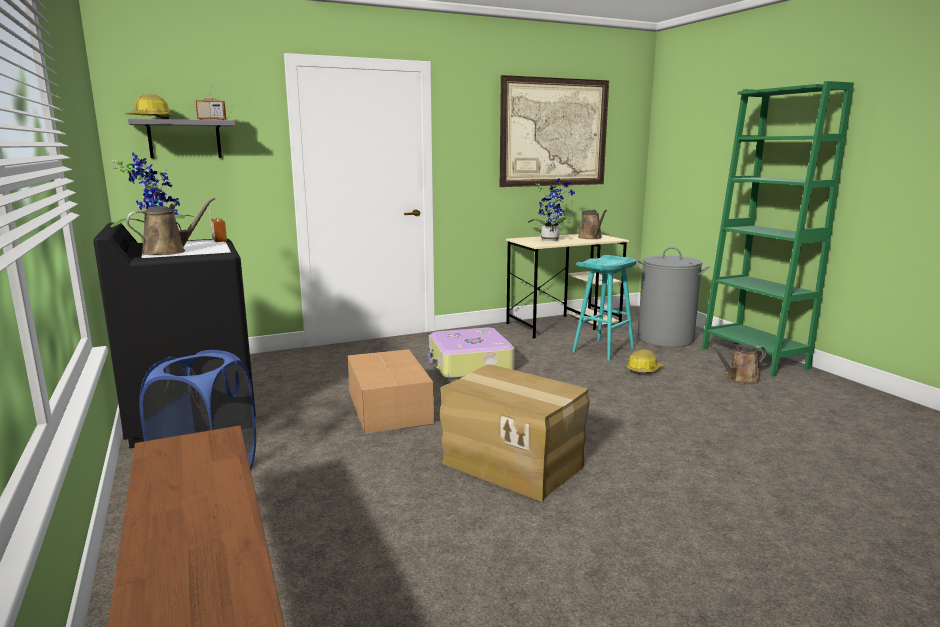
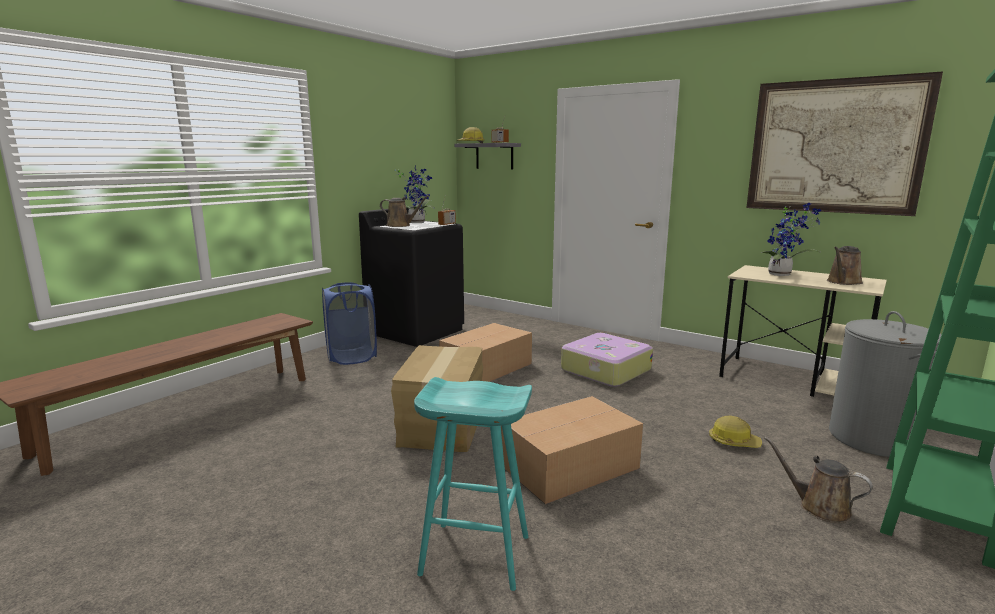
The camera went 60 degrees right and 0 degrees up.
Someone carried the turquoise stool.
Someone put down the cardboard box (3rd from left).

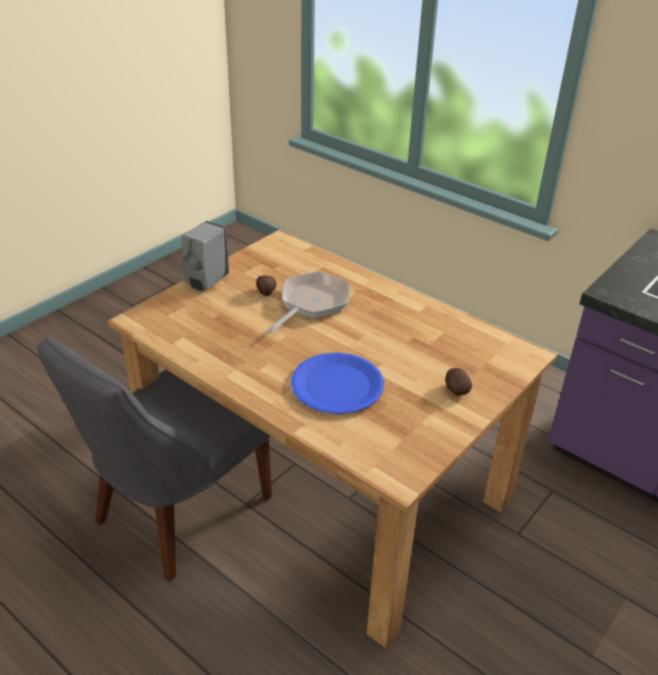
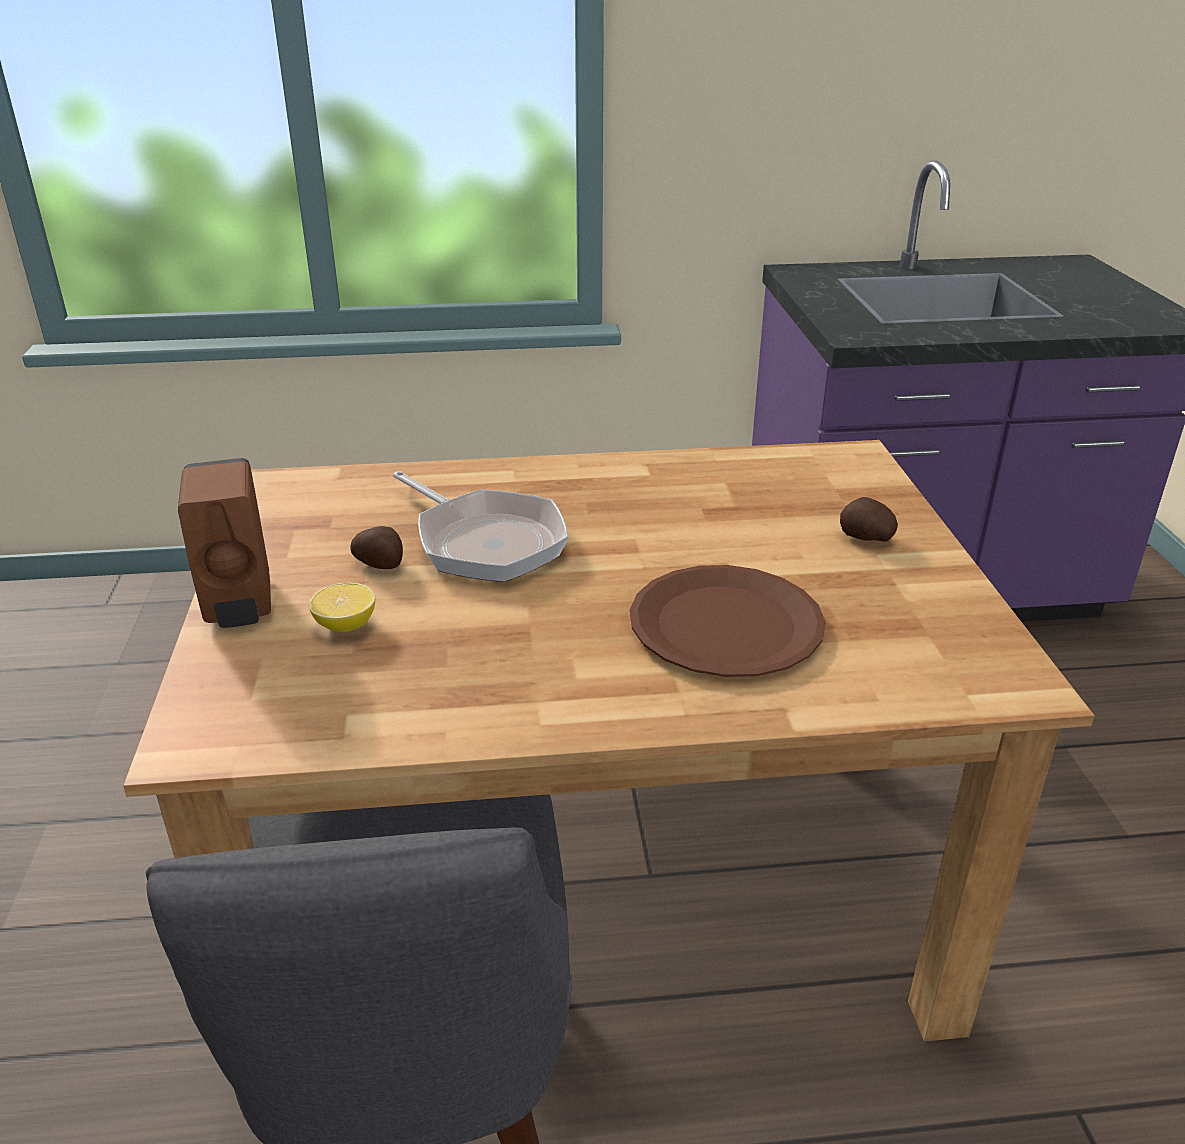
The camera went 45 degrees left and 5 degrees down.
Someone repainted the grey soap dispenser, which became the brown soap dispenser.
Someone rotated the frying pan by 150 degrees clockwise.
Someone repainted the blue plate, which became the brown plate.
Someone put down the lemon.

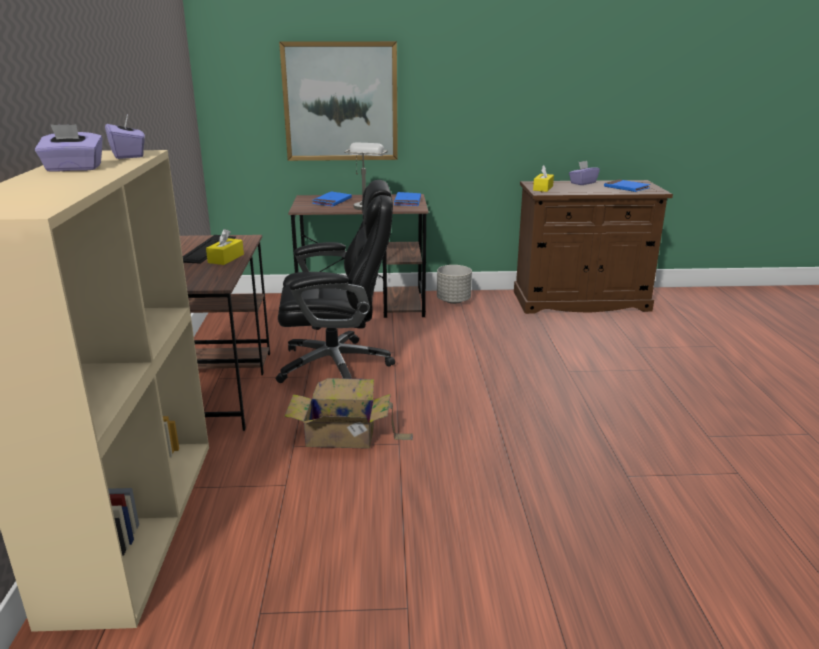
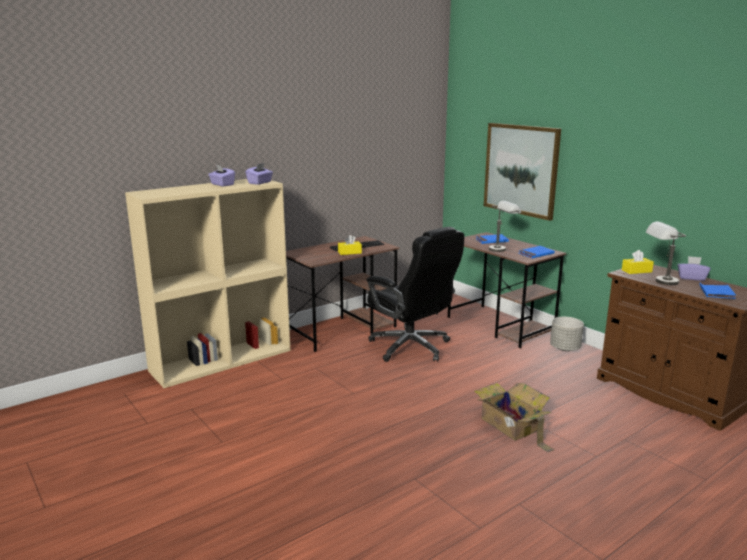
The camera went 55 degrees right and 5 degrees down.
Someone carried the cardboard box.
Someone put down the grey table lamp (2nd from left).

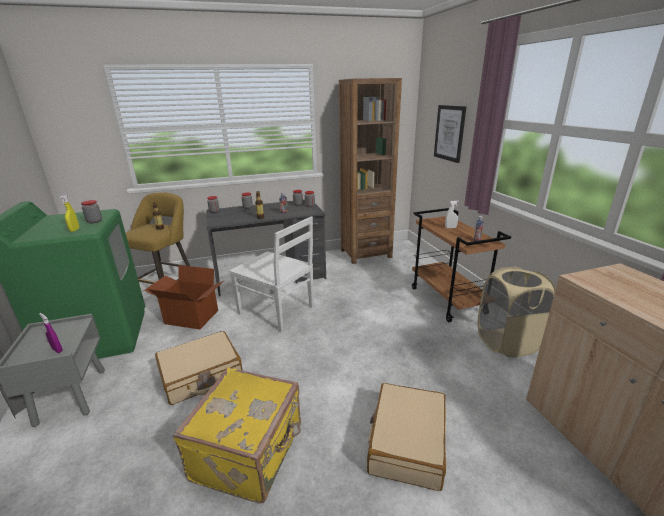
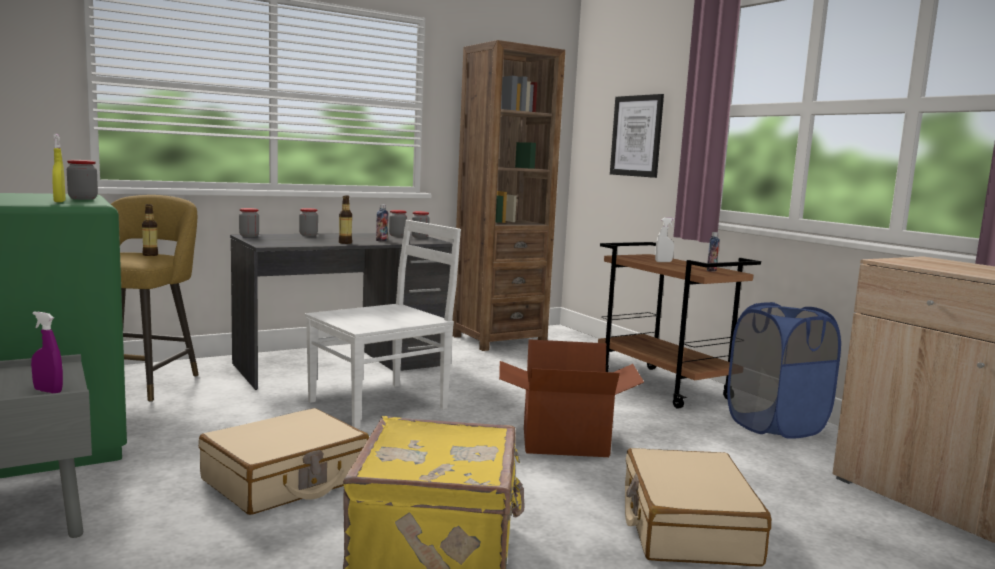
The camera went 15 degrees left and 15 degrees down.
Someone carried the cardboard box.
Someone rotated the white chair by 60 degrees counterclockwise.
Someone repainted the beige laundry basket, which became the blue laundry basket.

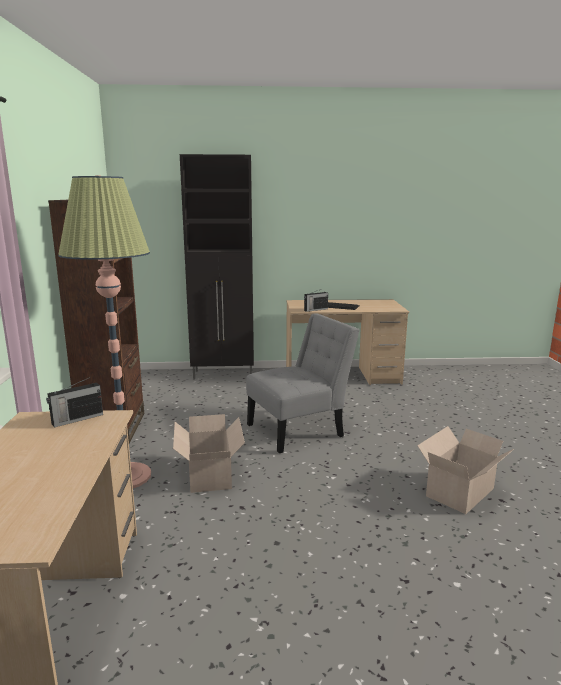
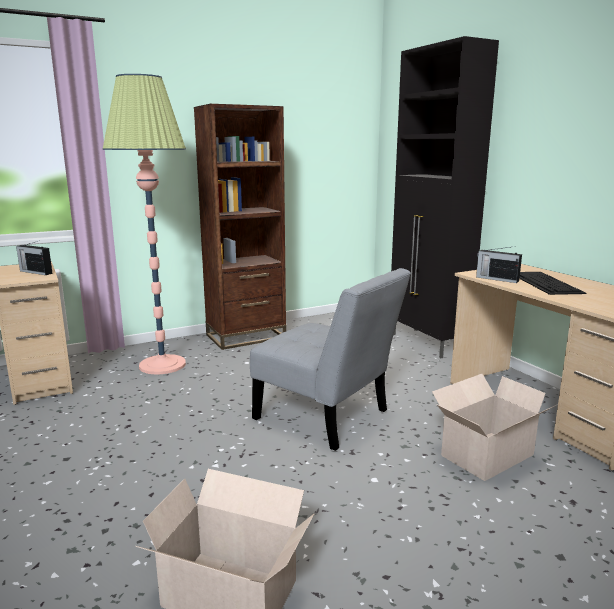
The camera went 65 degrees right and 0 degrees up.
Someone carried the cardboard box (1st from left in the first image).

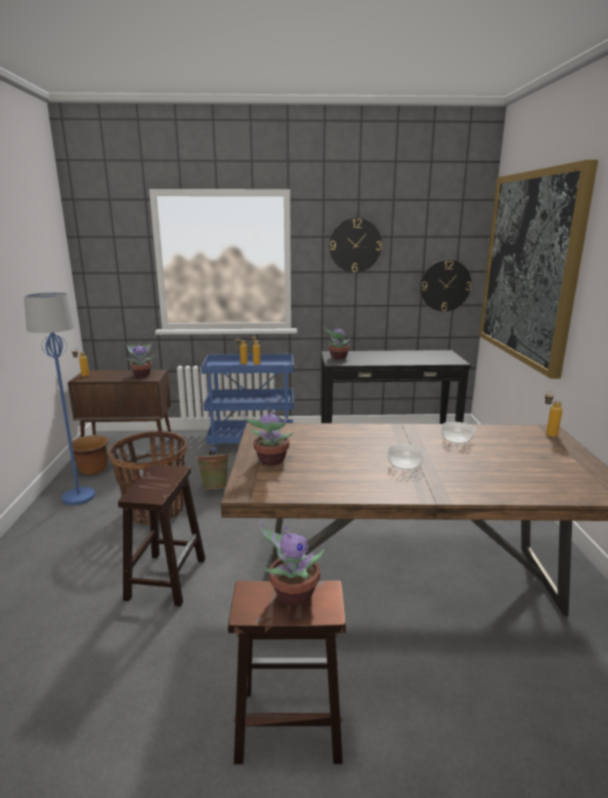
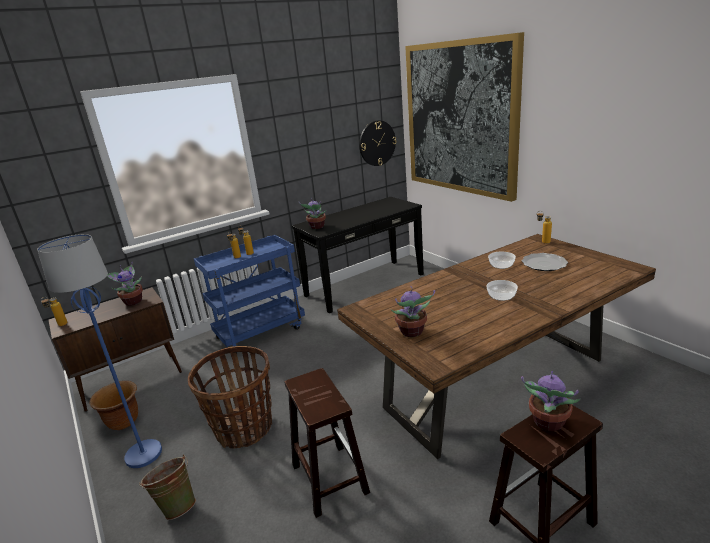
The camera went 30 degrees left and 5 degrees up.
Someone carried the green bucket.
Someone took away the wall clock (1st from left).
Someone put down the plate.

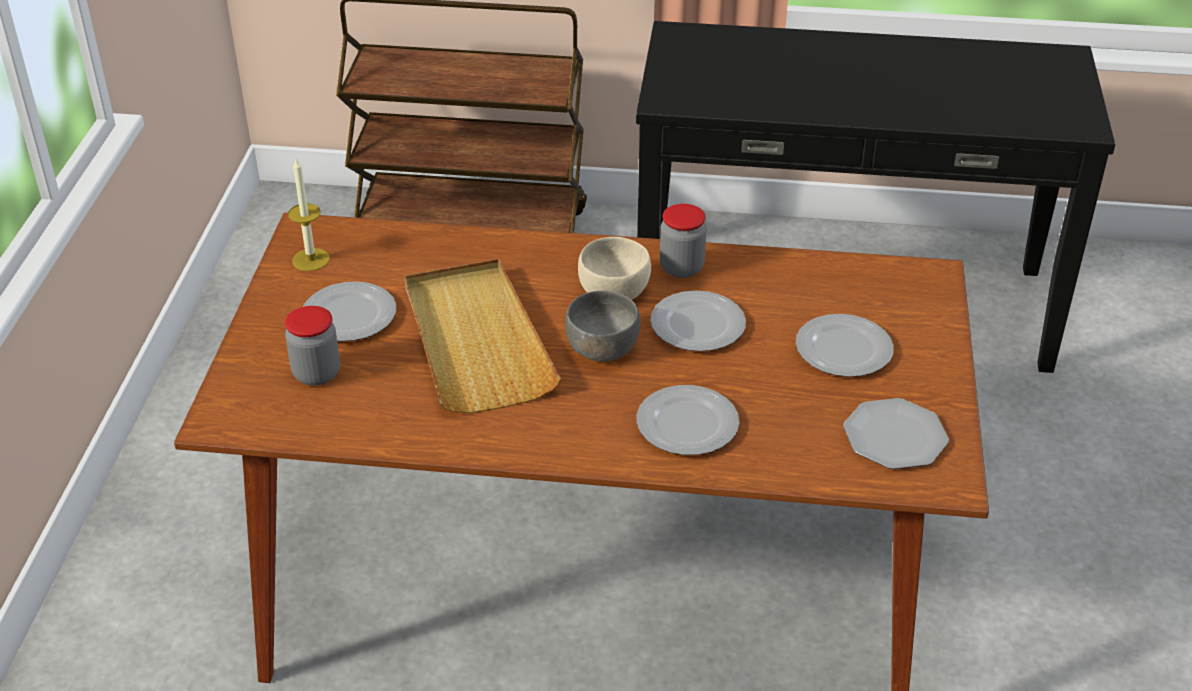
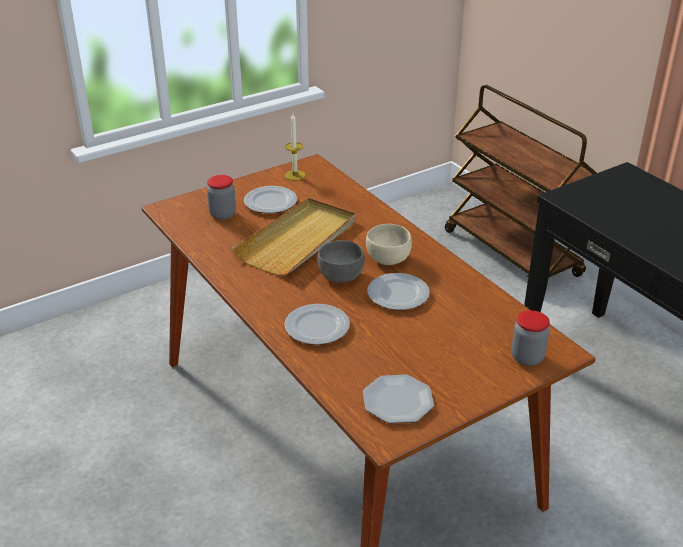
The camera went 50 degrees right and 5 degrees down.
Someone carried the jar (2nd from left).
Someone took away the plate (4th from left).

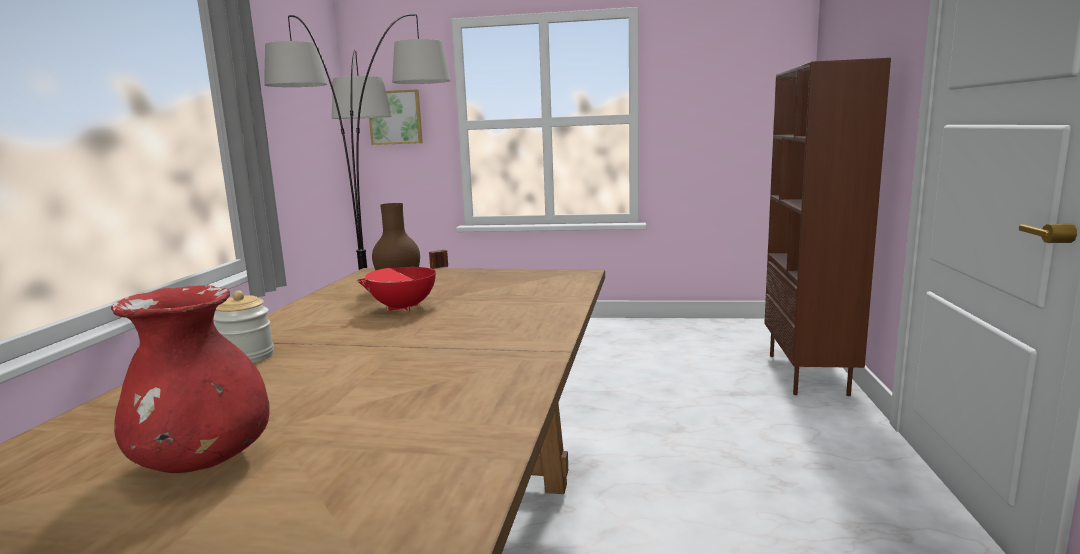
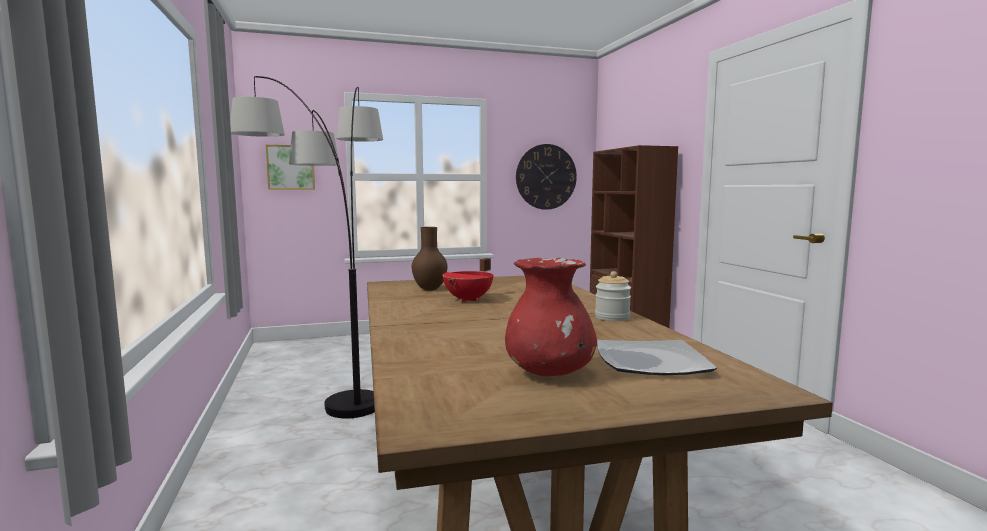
The camera went 25 degrees left and 5 degrees down.
Someone carried the jar.
Someone put up the wall clock.
Someone put down the plate.

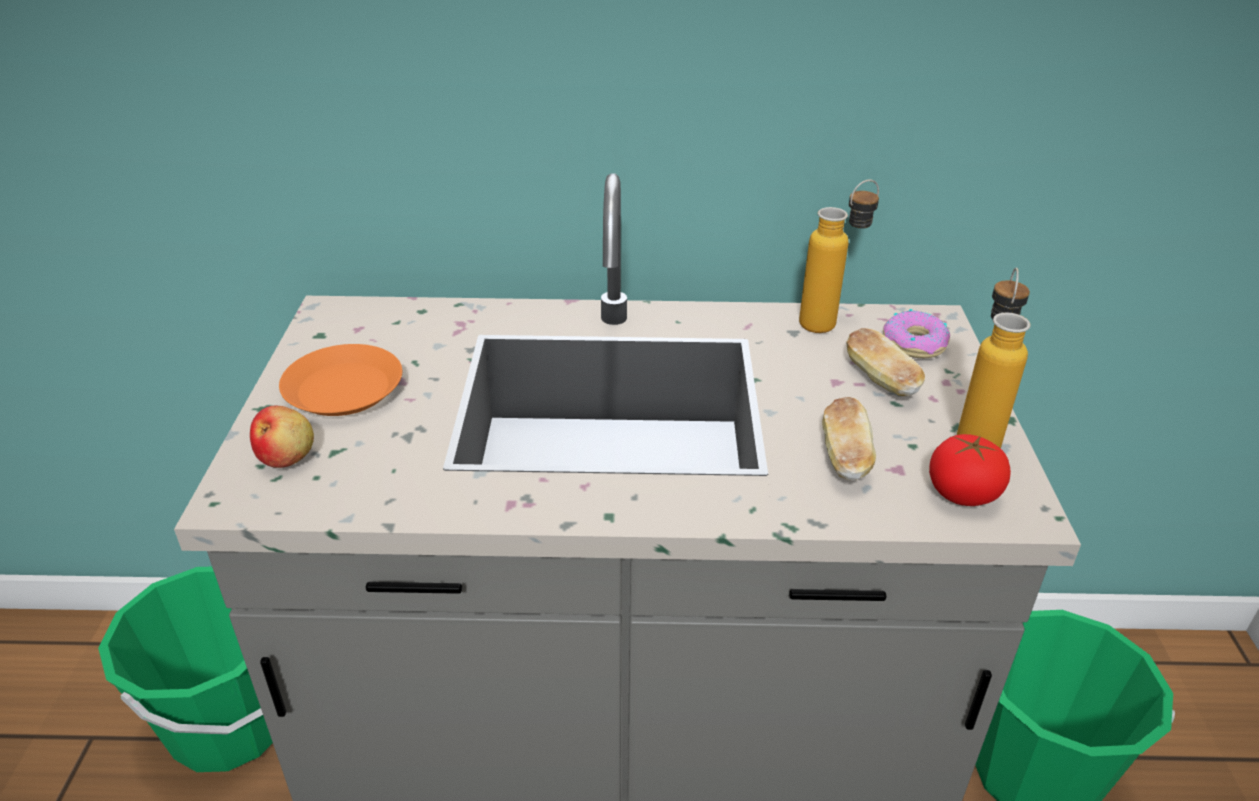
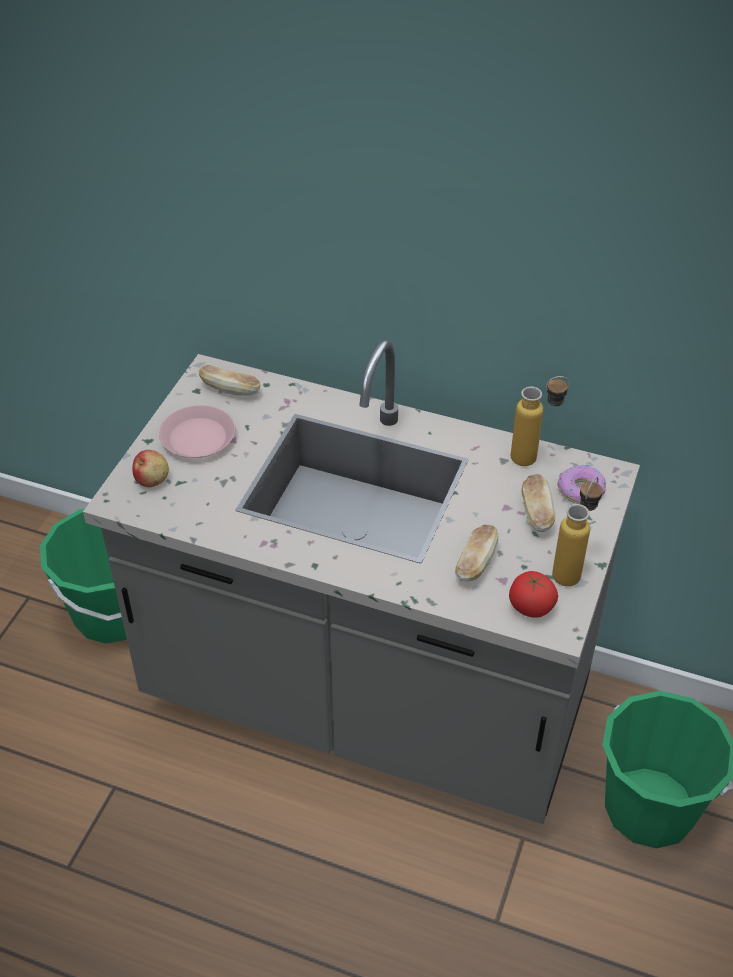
The camera went 20 degrees right and 10 degrees up.
Someone repainted the orange plate, which became the pink plate.
Someone put down the bread (1st from left).

